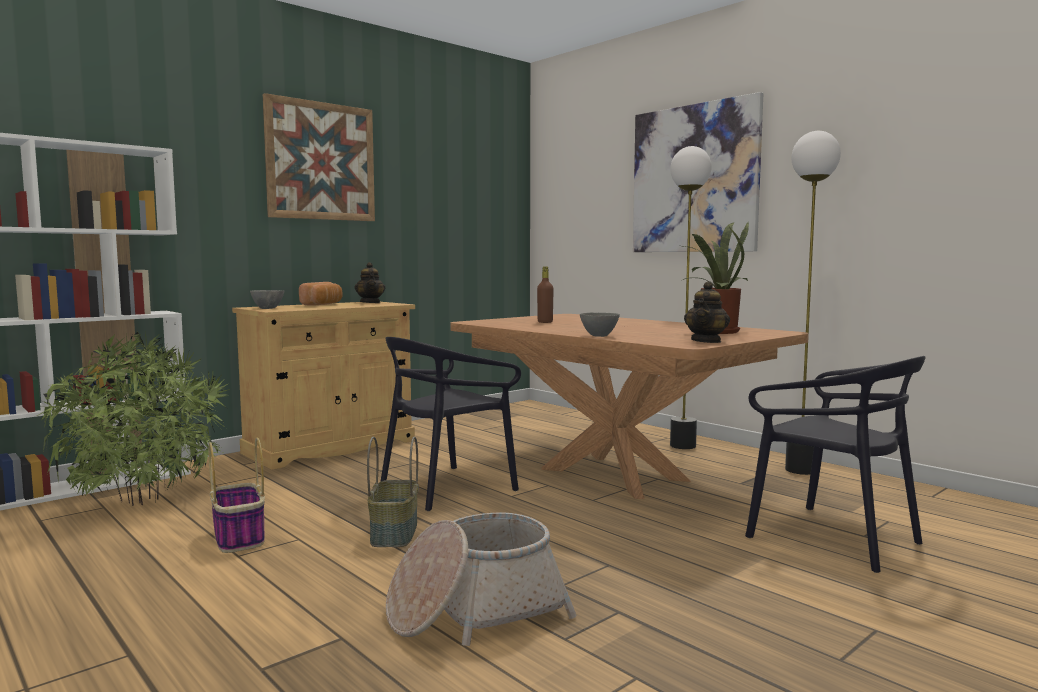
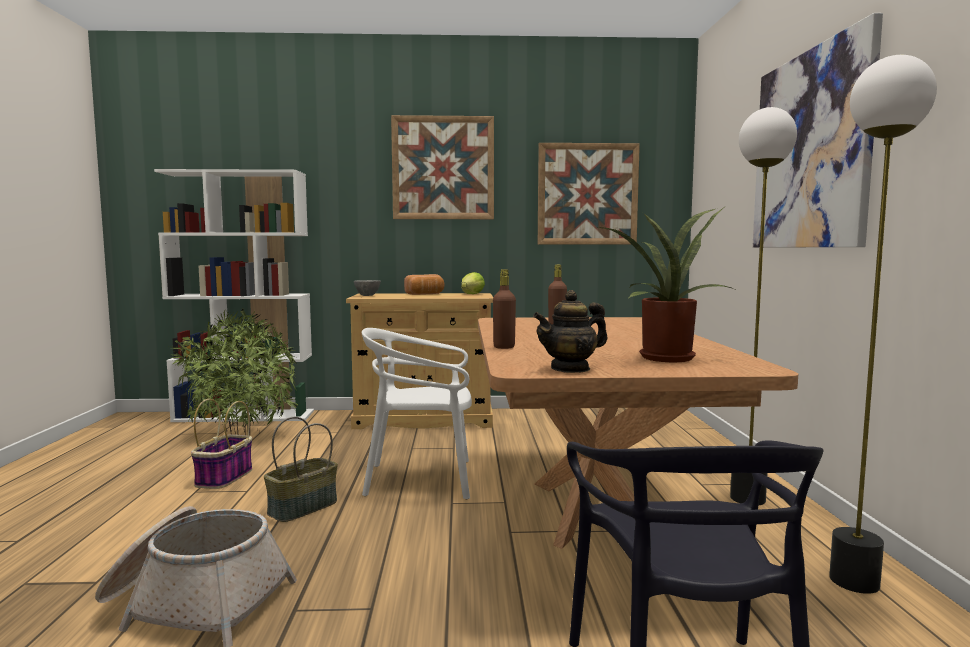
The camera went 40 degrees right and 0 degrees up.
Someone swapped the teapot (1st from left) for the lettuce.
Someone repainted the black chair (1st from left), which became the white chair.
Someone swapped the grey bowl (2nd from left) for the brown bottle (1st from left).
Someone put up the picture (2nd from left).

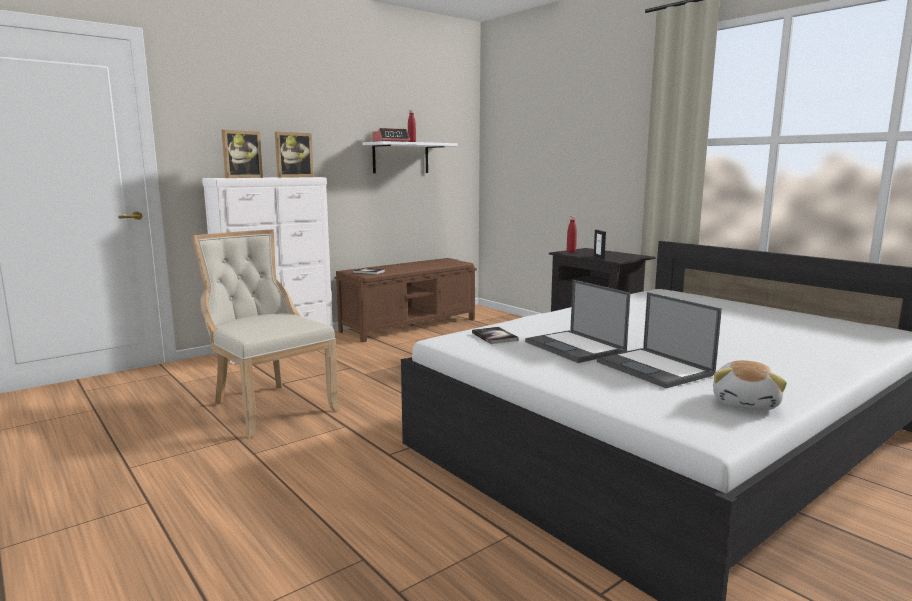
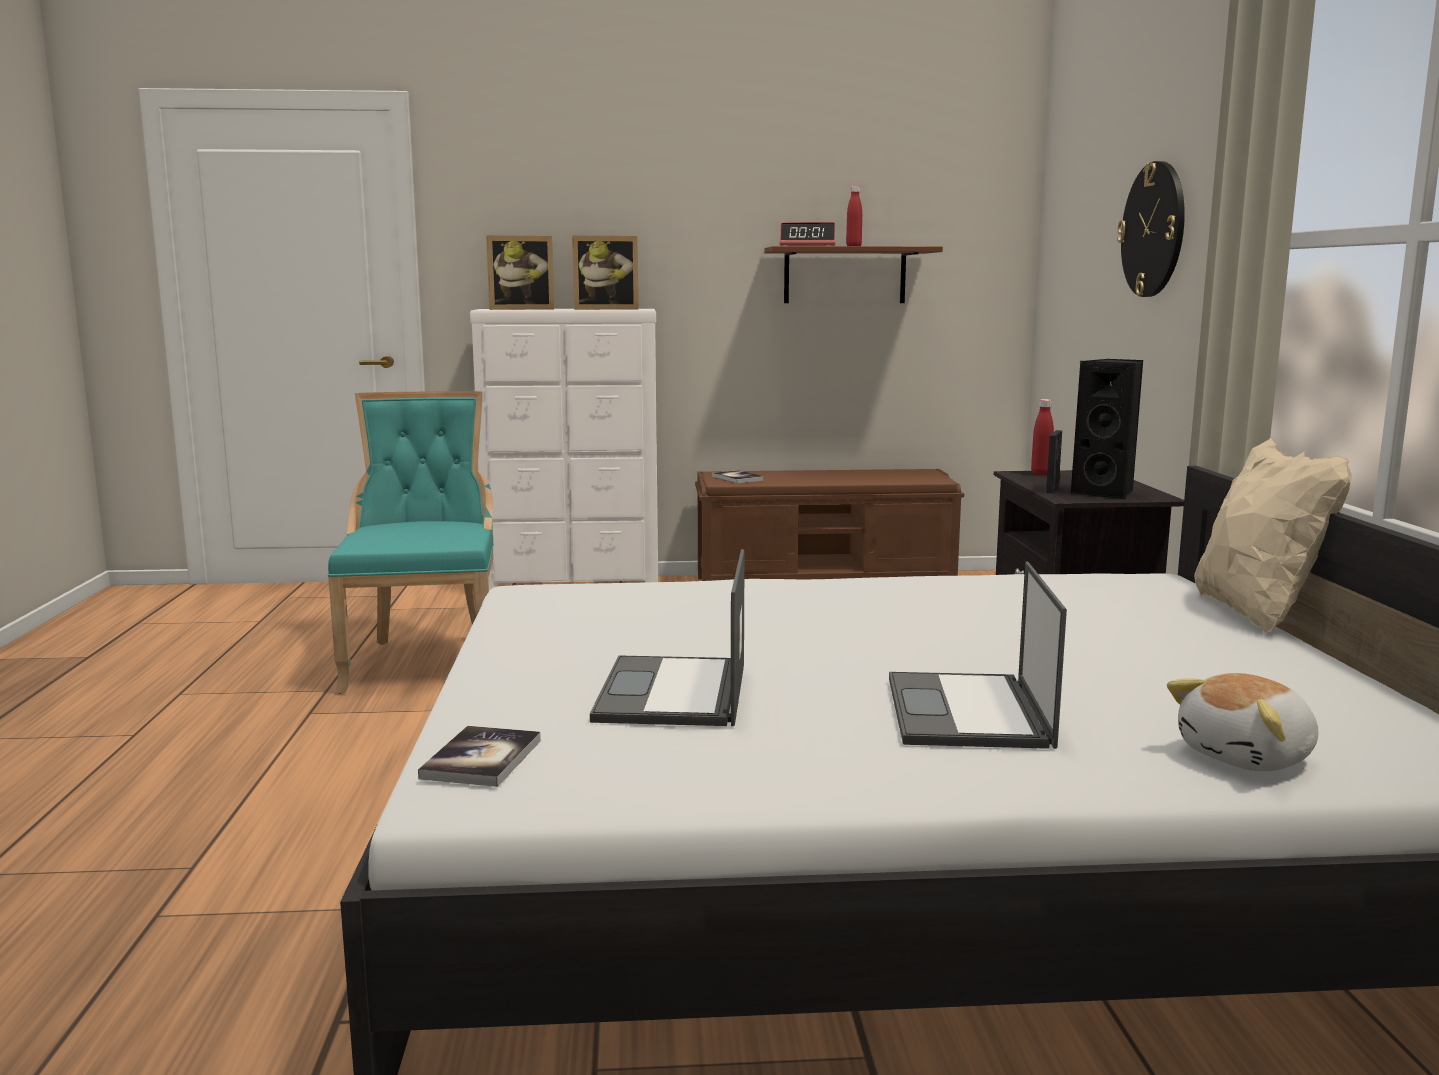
The camera went 35 degrees right and 0 degrees up.
Someone repainted the beige chair, which became the turquoise chair.
Someone repainted the white shelf, which became the brown shelf.
Someone carried the book (2nd from left in the first image).
Someone carried the laptop (1st from left in the first image).
Someone carried the plush toy.
Someone put down the black speaker.
Someone put up the wall clock.
Someone put down the beige pillow.

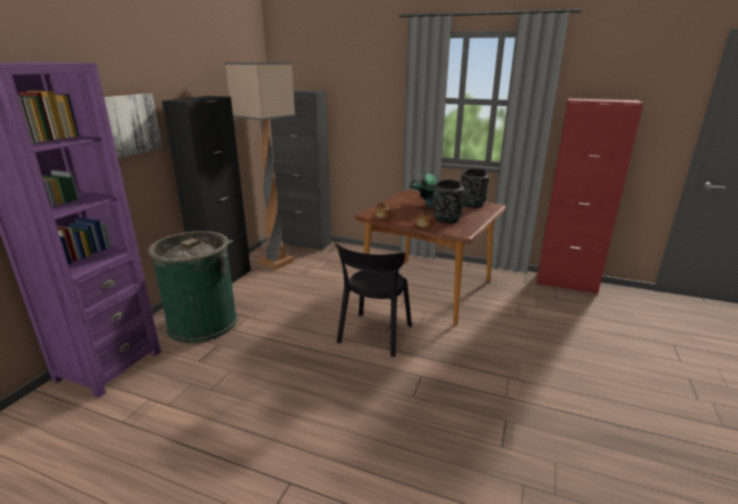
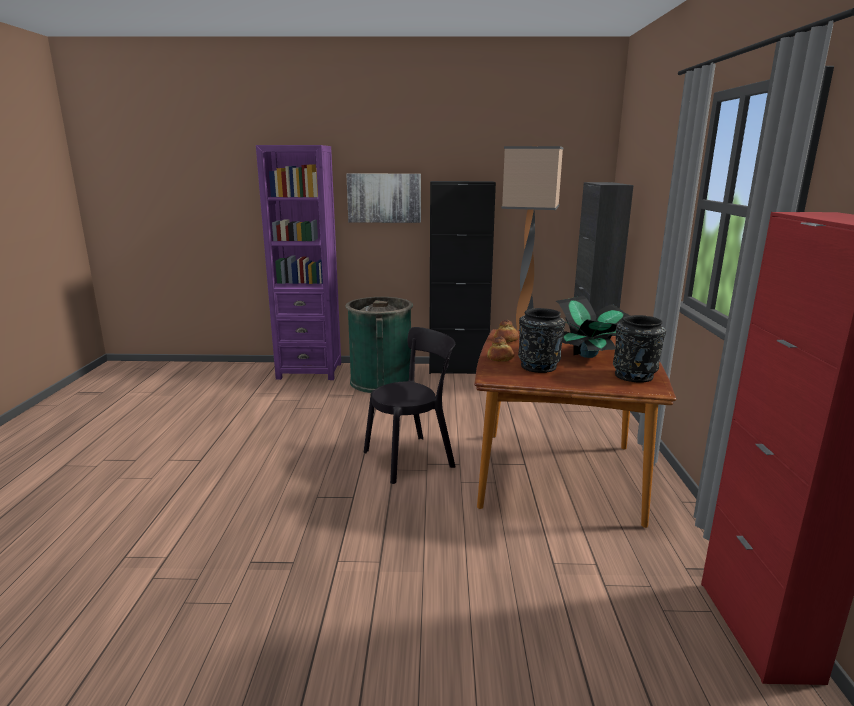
The camera went 70 degrees right and 5 degrees down.
Someone rotated the black chair by 150 degrees clockwise.

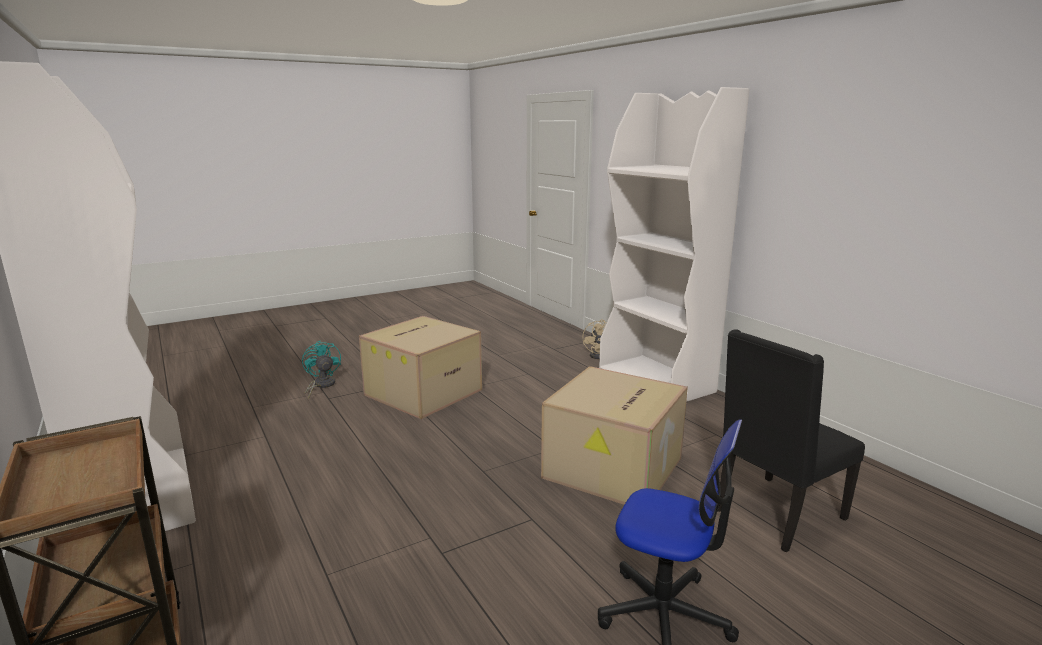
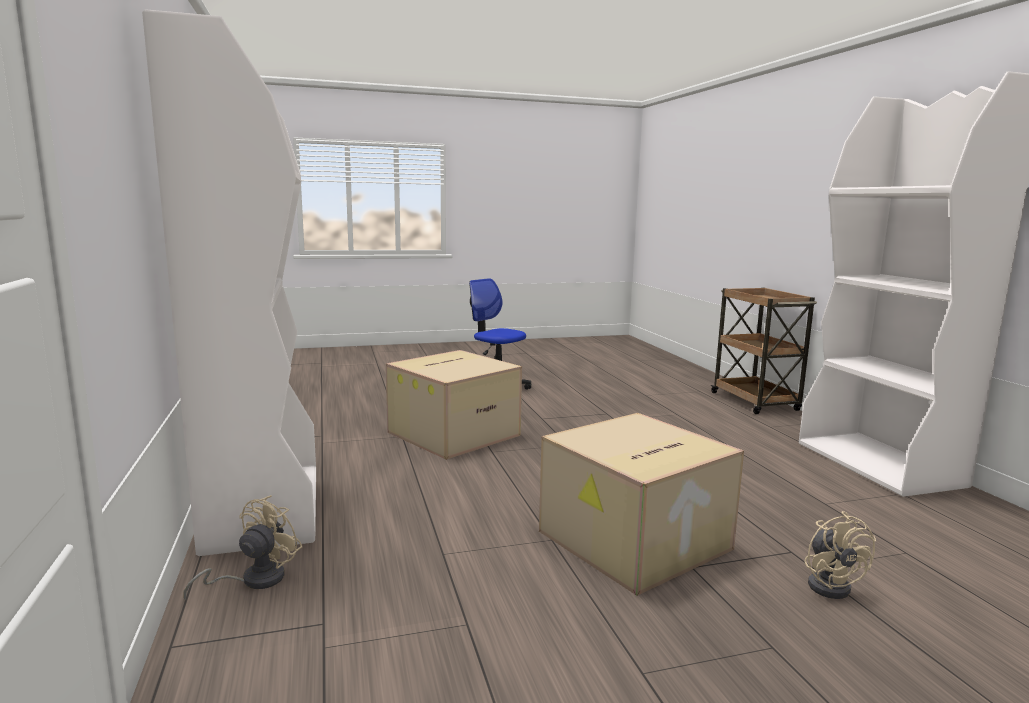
The camera went 165 degrees left and 5 degrees down.
Someone repainted the turquoise fan, which became the beige fan (2nd from left).
Someone took away the black chair.

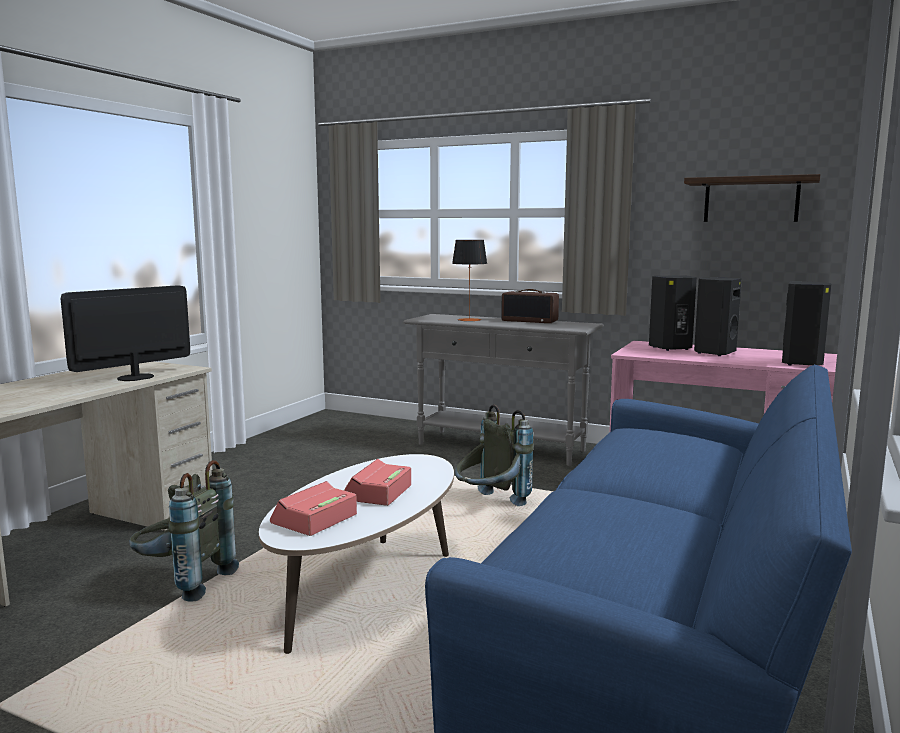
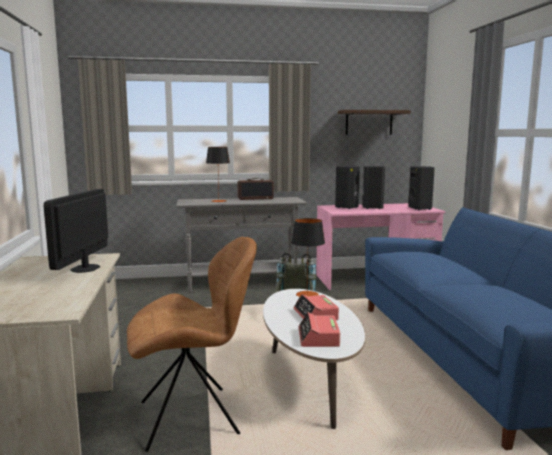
The camera went 35 degrees left and 0 degrees up.
Someone swapped the grey backpack (1st from left) for the brown chair.
Someone put down the table lamp (2nd from left).

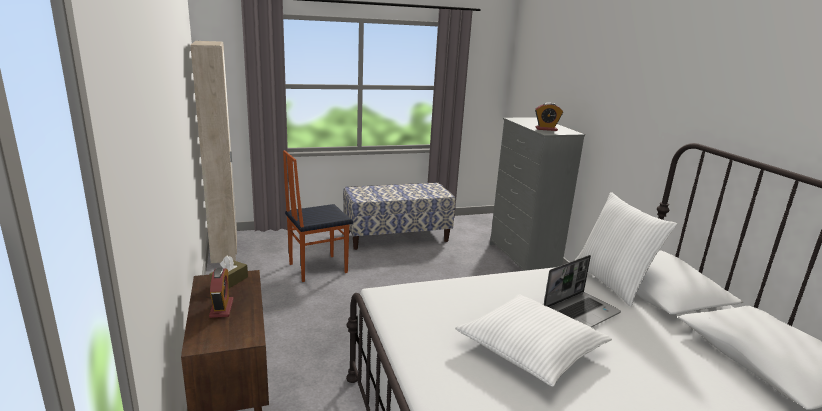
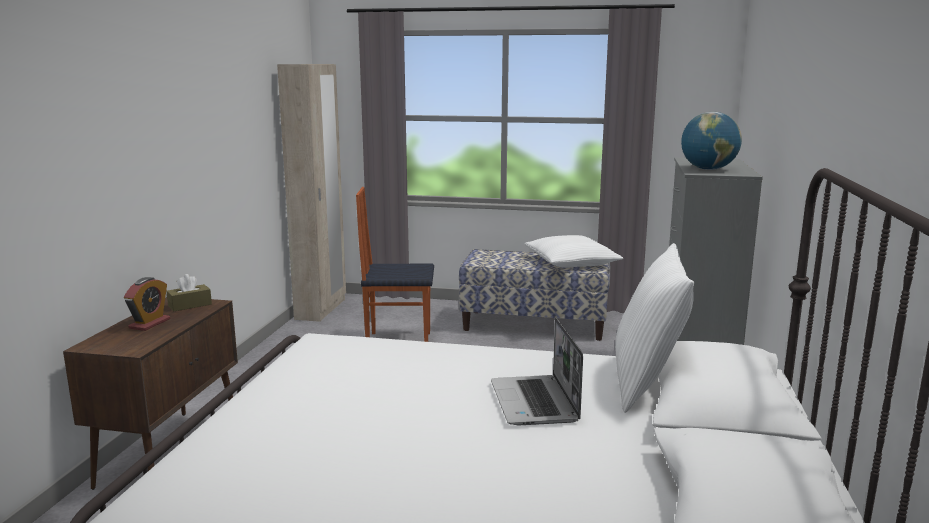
The camera went 30 degrees right and 5 degrees down.
Someone carried the white pillow (1st from left).
Someone swapped the alarm clock (2nd from left) for the globe.
Someone rotated the laptop by 90 degrees clockwise.

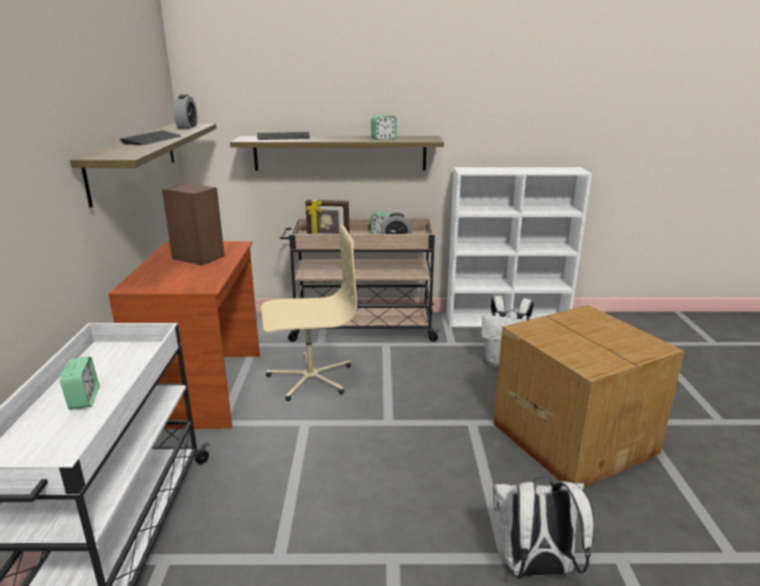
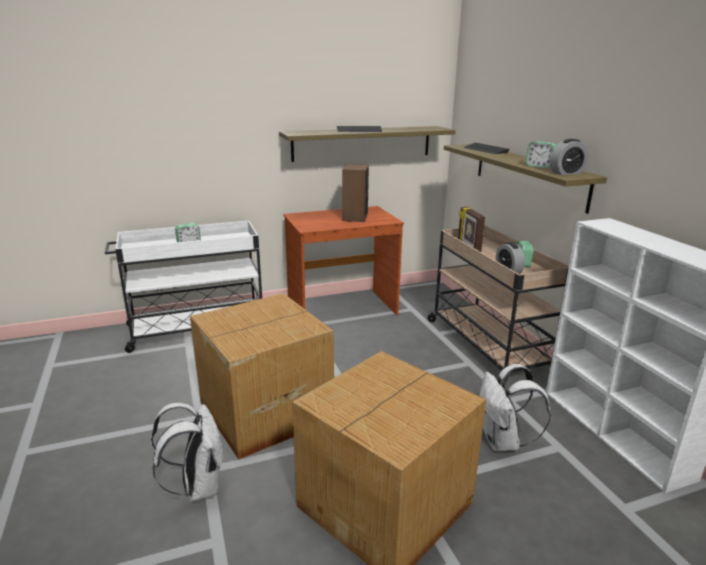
The camera went 70 degrees right and 0 degrees up.
Someone carried the alarm clock (2nd from left in the first image).
Someone took away the beige office chair.
Someone put down the cardboard box (1st from left).

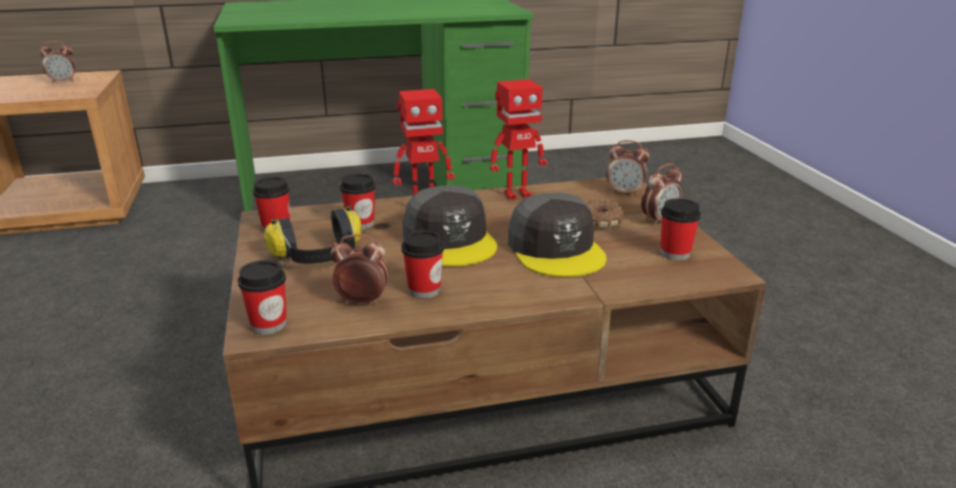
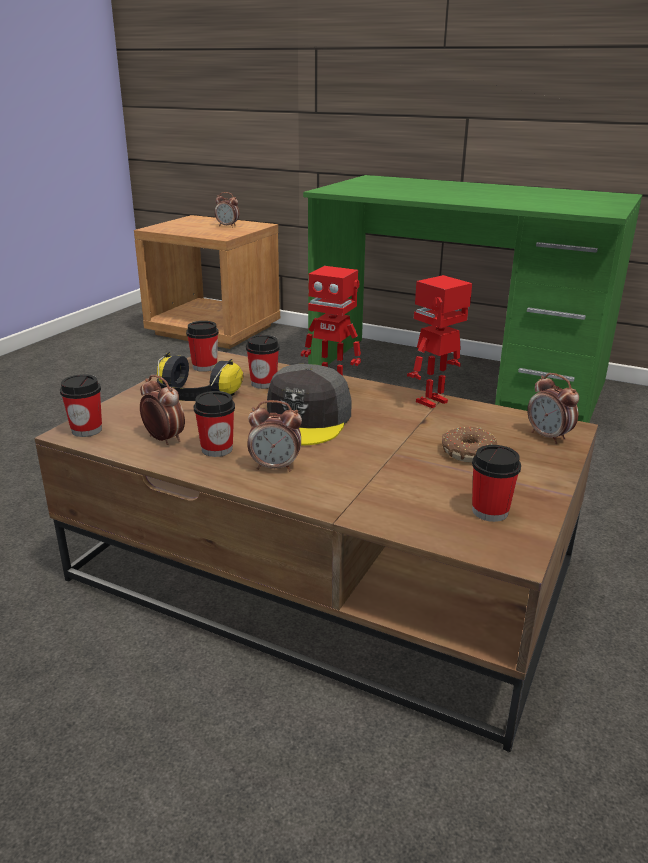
The camera went 40 degrees right and 0 degrees up.
Someone rotated the toy robot (2nd from left) by 120 degrees clockwise.
Someone took away the grey cap (2nd from left).
Someone carried the alarm clock (4th from left in the first image).

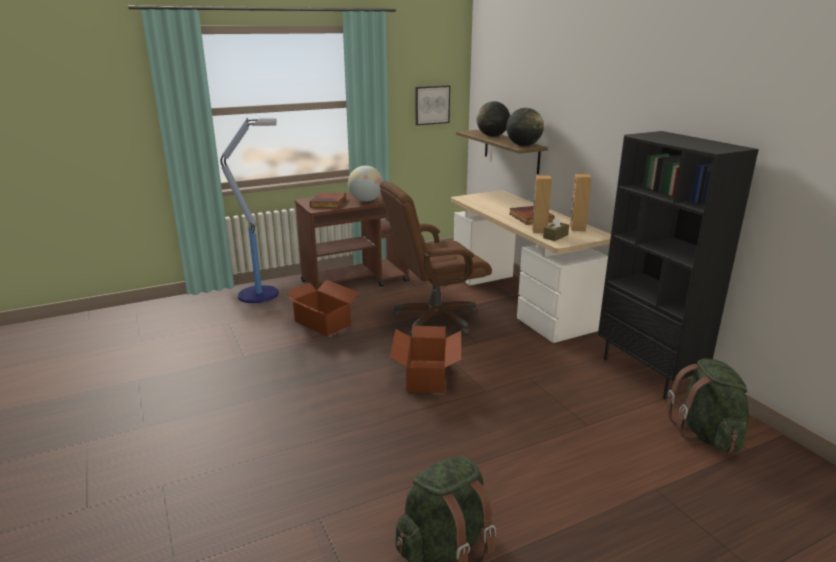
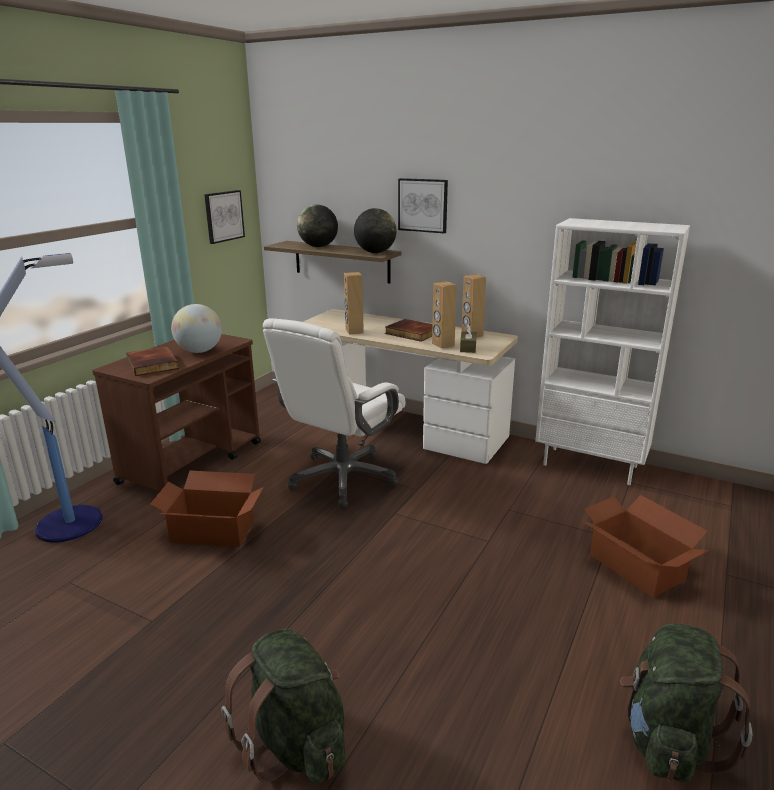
The camera went 35 degrees left and 0 degrees up.
Someone repainted the brown office chair, which became the white office chair.
Someone carried the cardboard box (2nd from left).
Someone repainted the black bookcase, which became the white bookcase.
Someone carried the green backpack (2nd from left in the first image).
Someone put down the brown speaker (1st from left).
Someone put up the picture (2nd from left).

